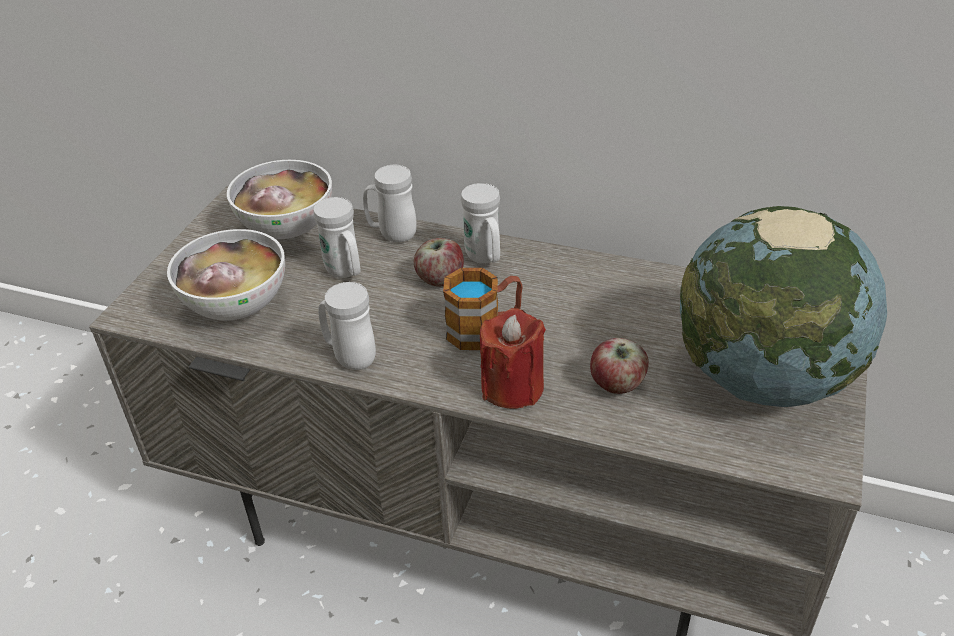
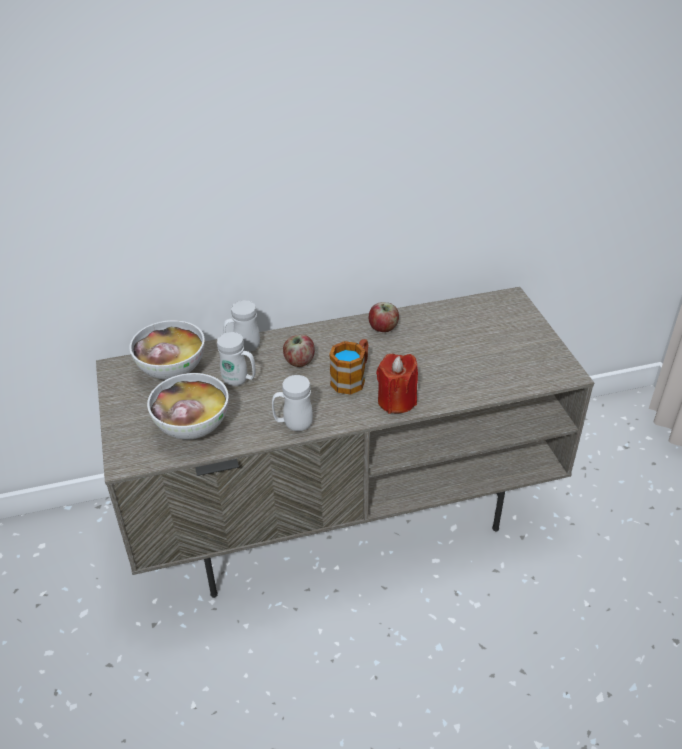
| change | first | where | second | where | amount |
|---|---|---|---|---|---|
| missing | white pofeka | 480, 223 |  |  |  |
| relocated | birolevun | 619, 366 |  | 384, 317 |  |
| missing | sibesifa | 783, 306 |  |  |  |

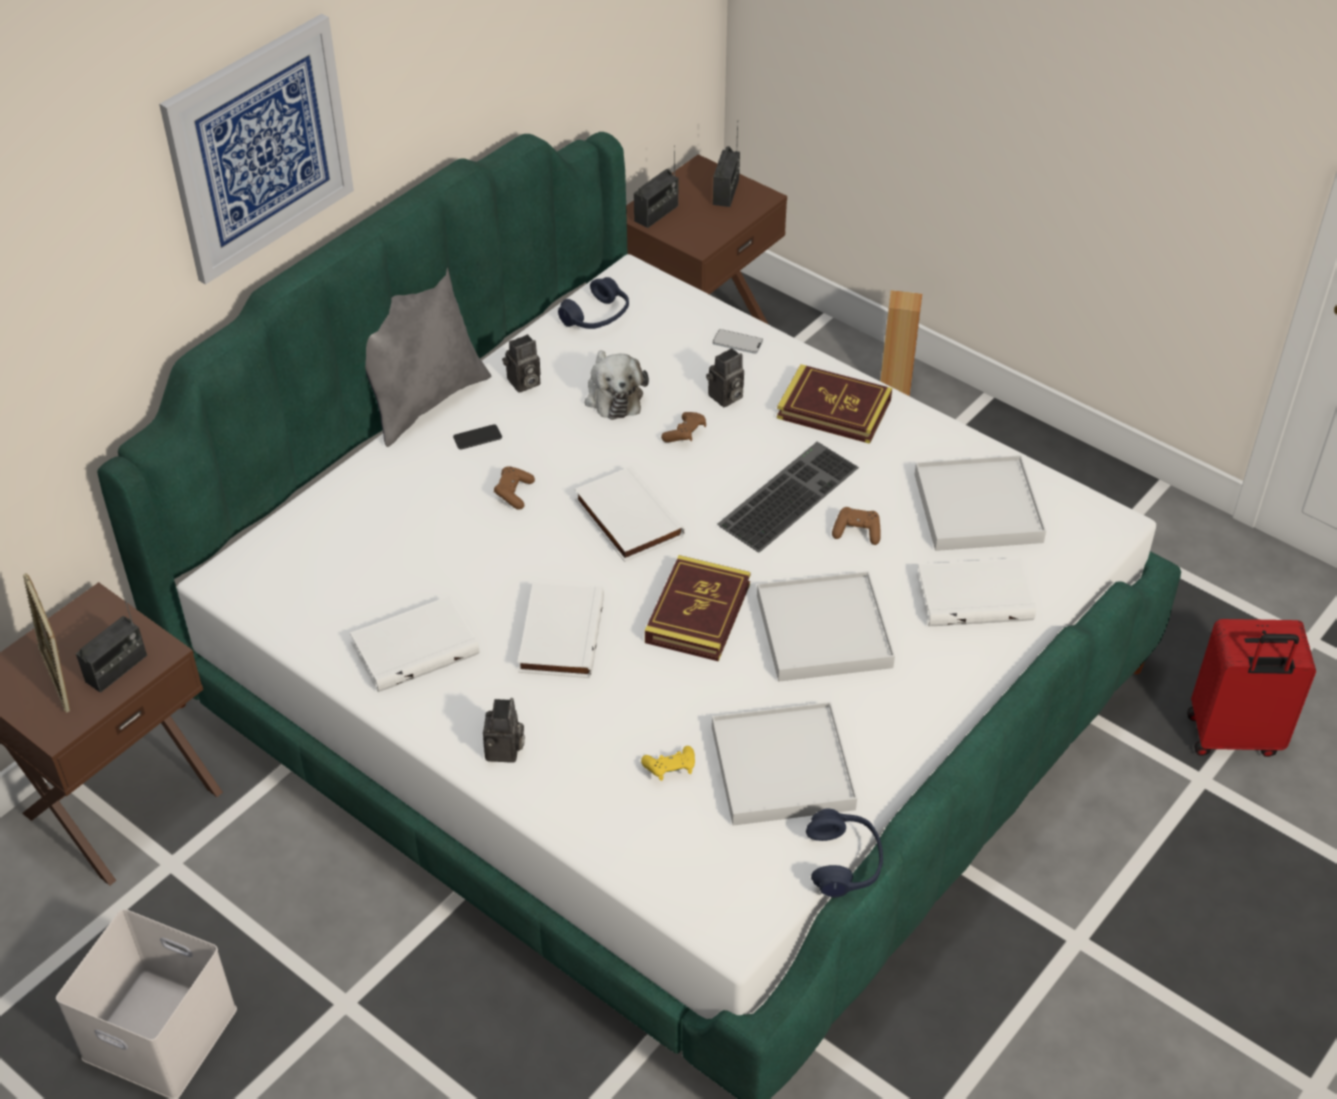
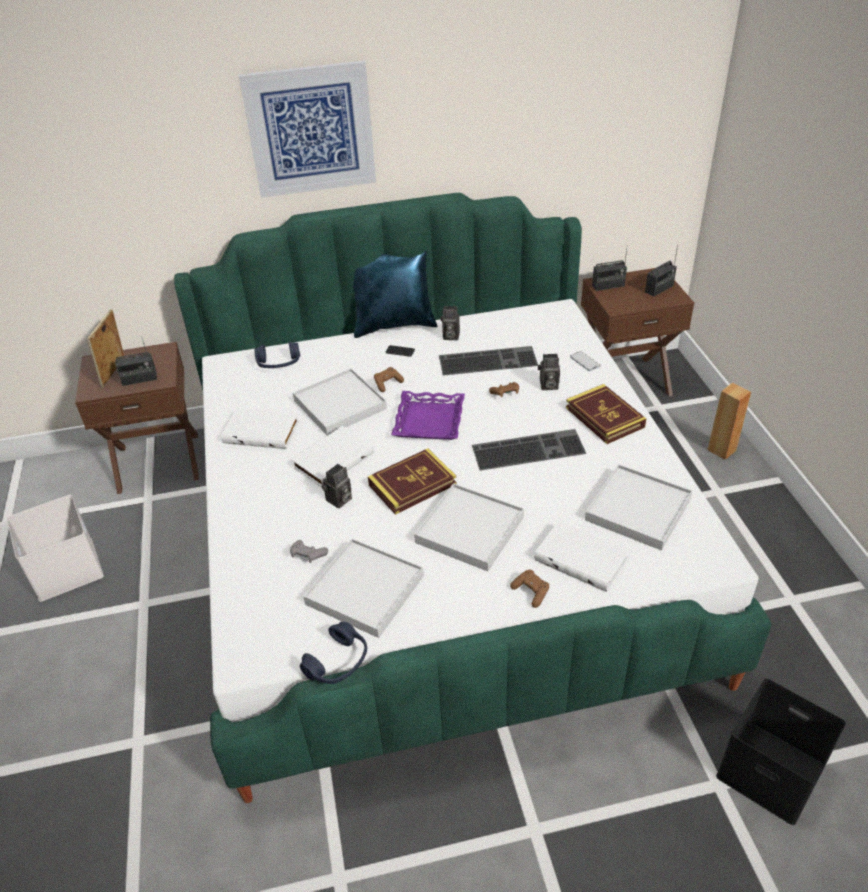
| change | first | where | second | where | amount |
|---|---|---|---|---|---|
| colour | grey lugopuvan | 428, 357 | blue lugopuvan | 395, 294 |  |
| relocated | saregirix | 504, 730 |  | 337, 486 |  |
| relocated | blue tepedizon | 593, 303 |  | 277, 354 |  |
| exchanged | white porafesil | 630, 513 | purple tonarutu | 428, 415 |  |
| exchanged | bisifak | 617, 385 | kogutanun | 488, 361 |  |
| colour | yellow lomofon | 668, 763 | grey lomofon | 309, 551 |  |
| relocated | brown lomofon | 856, 526 |  | 529, 589 |  |
| exchanged | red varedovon | 1251, 688 | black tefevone | 781, 751 |  |
| appeared |  |  | white tonarutu | 340, 402 |  |

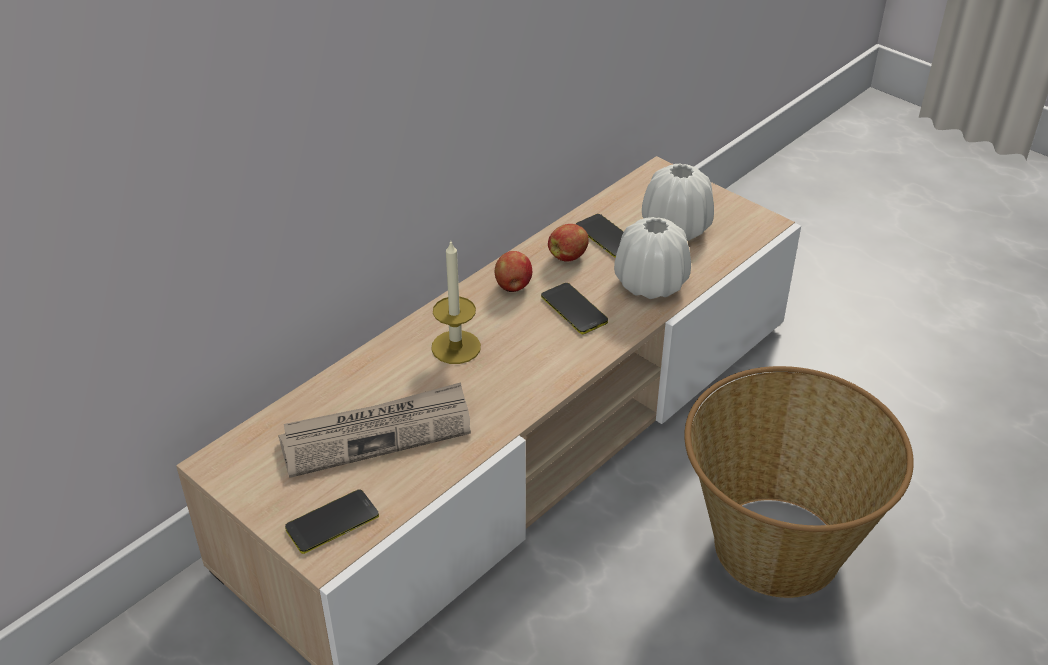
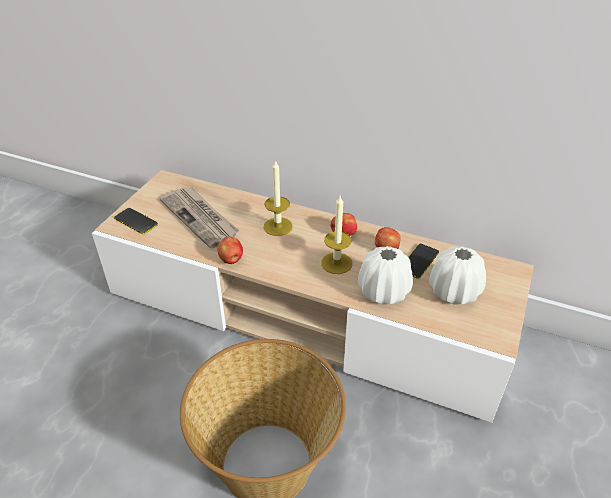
| change | first | where | second | where | amount |
|---|---|---|---|---|---|
| exchanged | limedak | 574, 308 | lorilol | 336, 235 |  |
| appeared |  |  | birolevun | 230, 250 |  |

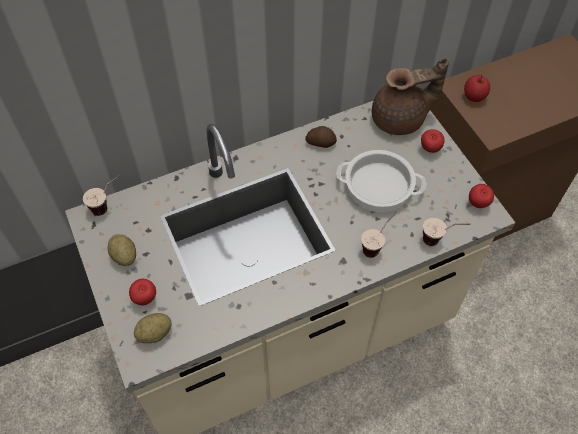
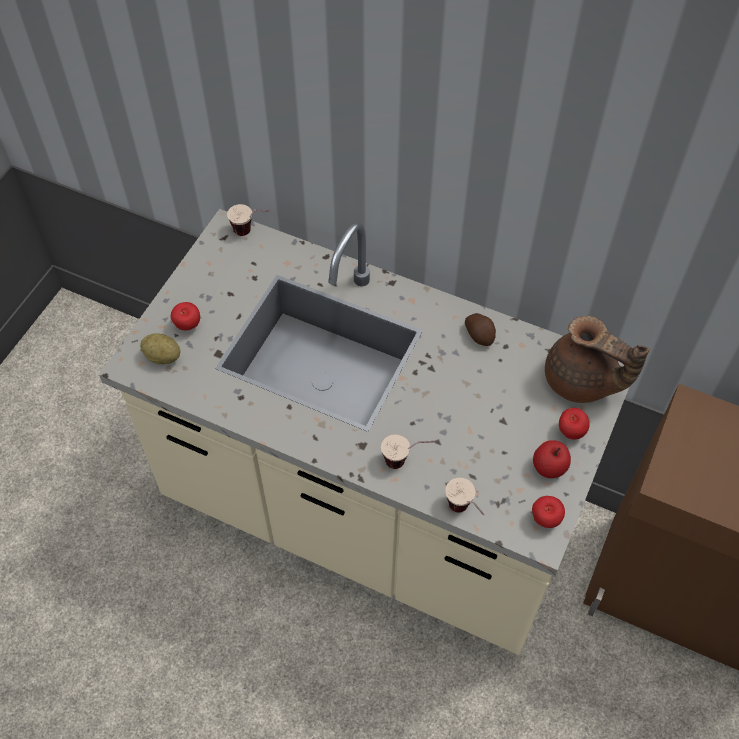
| change | first | where | second | where | amount |
|---|---|---|---|---|---|
| missing | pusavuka | 122, 250 |  |  |  |
| missing | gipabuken | 381, 181 |  |  |  |
| relocated | birolevun | 477, 88 |  | 552, 459 |  |

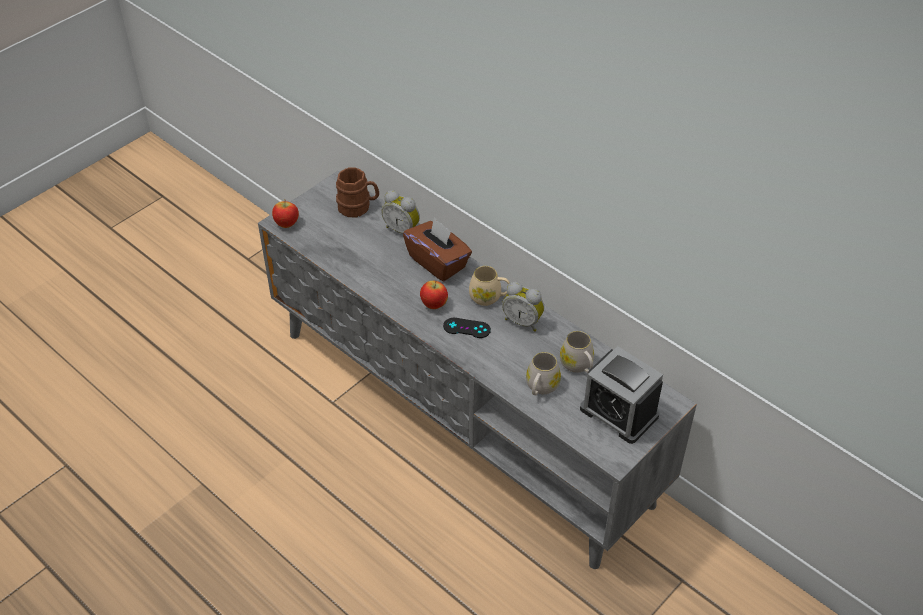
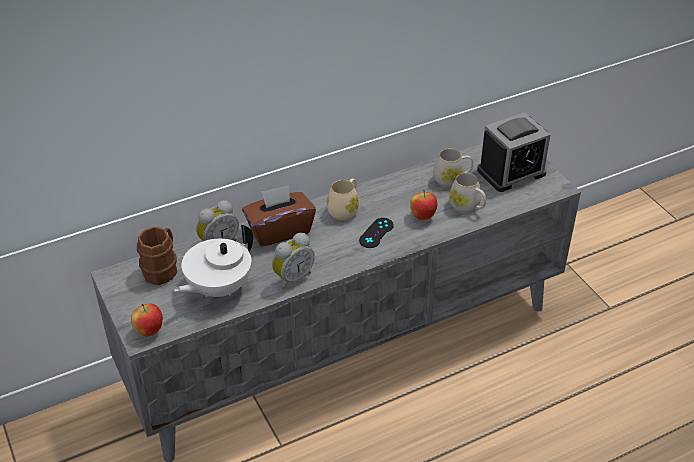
| change | first | where | second | where | amount |
|---|---|---|---|---|---|
| relocated | birolevun | 434, 295 |  | 423, 204 |  |
| relocated | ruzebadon | 523, 307 |  | 293, 261 |  |
| appeared |  |  | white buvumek | 213, 261 |  |

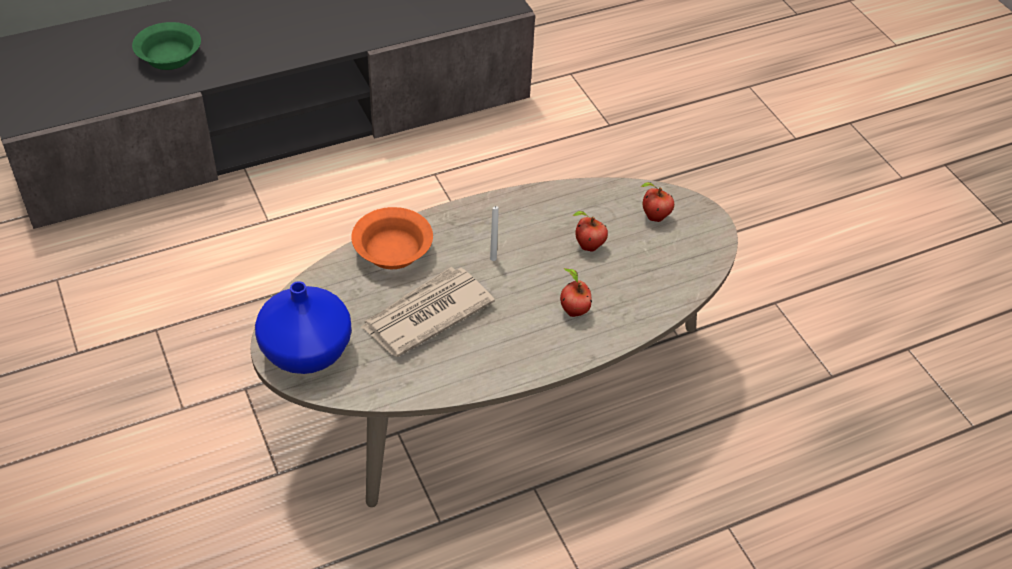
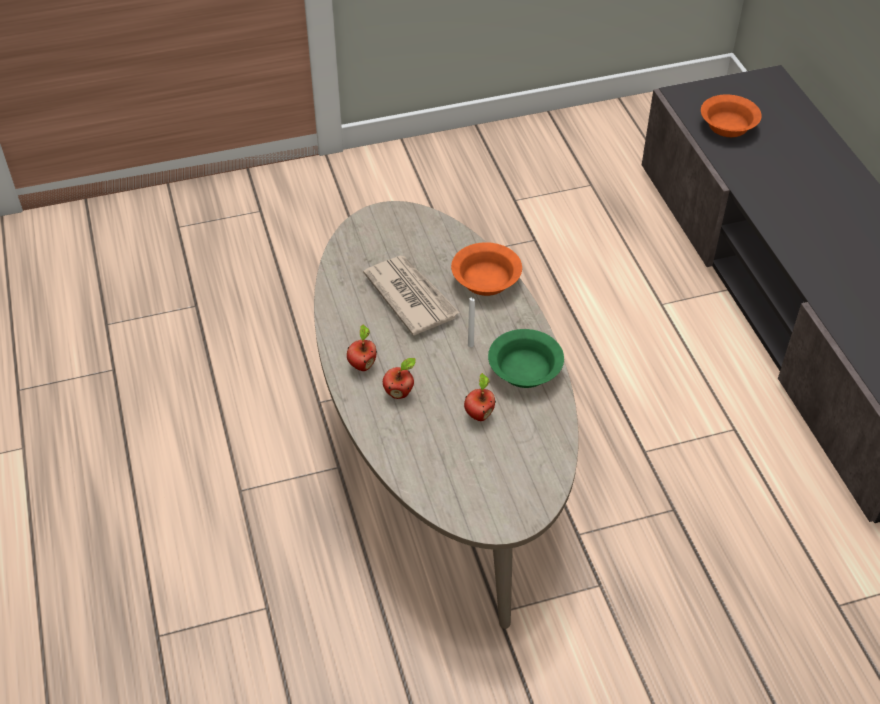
| change | first | where | second | where | amount |
|---|---|---|---|---|---|
| relocated | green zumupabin | 166, 46 |  | 526, 358 |  |
| missing | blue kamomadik | 303, 327 |  |  |  |
| relocated | birolevun | 657, 202 |  | 362, 347 |  |
| appeared |  |  | orange zumupabin | 731, 115 |  |

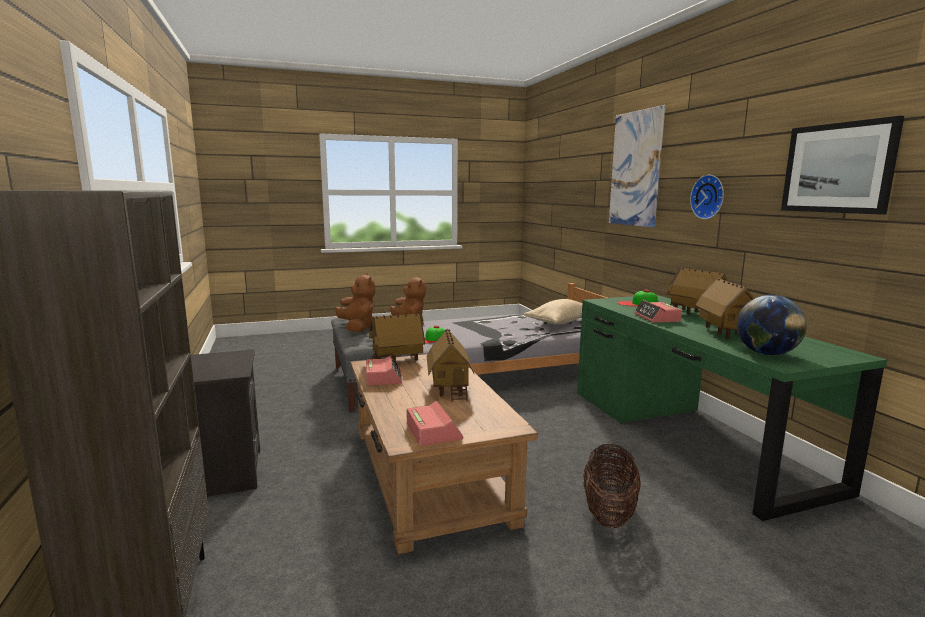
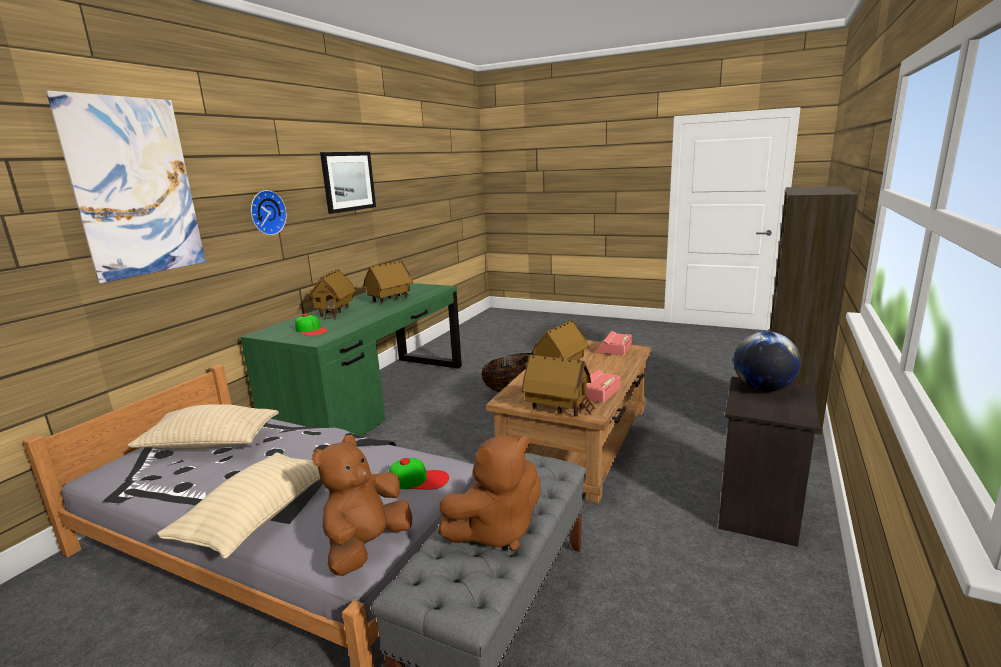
| change | first | where | second | where | amount |
|---|---|---|---|---|---|
| spun | brown bisifak | 355, 302 |  | 489, 493 | 135 degrees counterclockwise |
| missing | ruzebadon | 658, 311 |  |  |  |
| relocated | sibesifa | 772, 325 |  | 767, 361 |  |
| appeared |  |  | beige lugopuvan | 238, 506 |  |

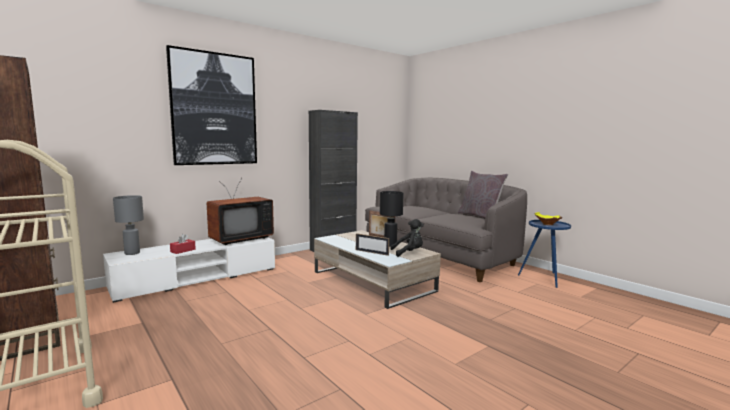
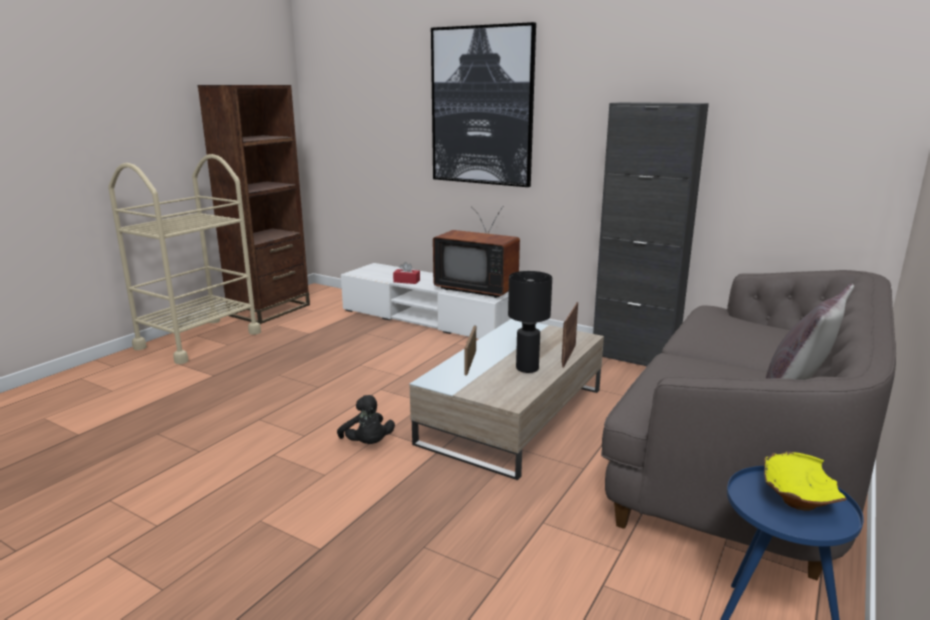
| change | first | where | second | where | amount |
|---|---|---|---|---|---|
| missing | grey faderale | 128, 225 |  |  |  |
| relocated | black bisifak | 407, 238 |  | 366, 419 |  |

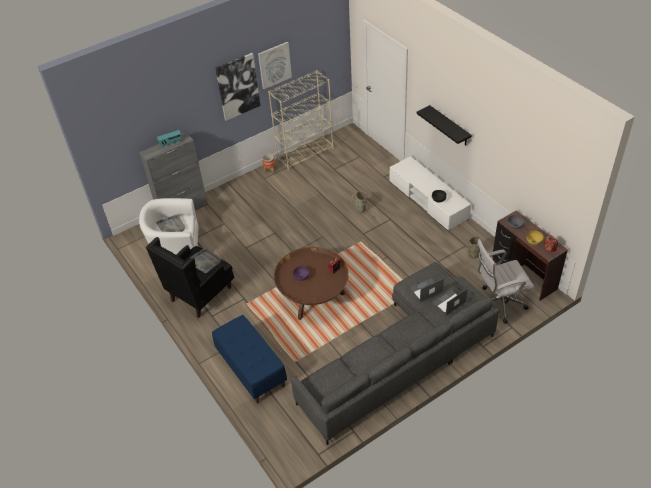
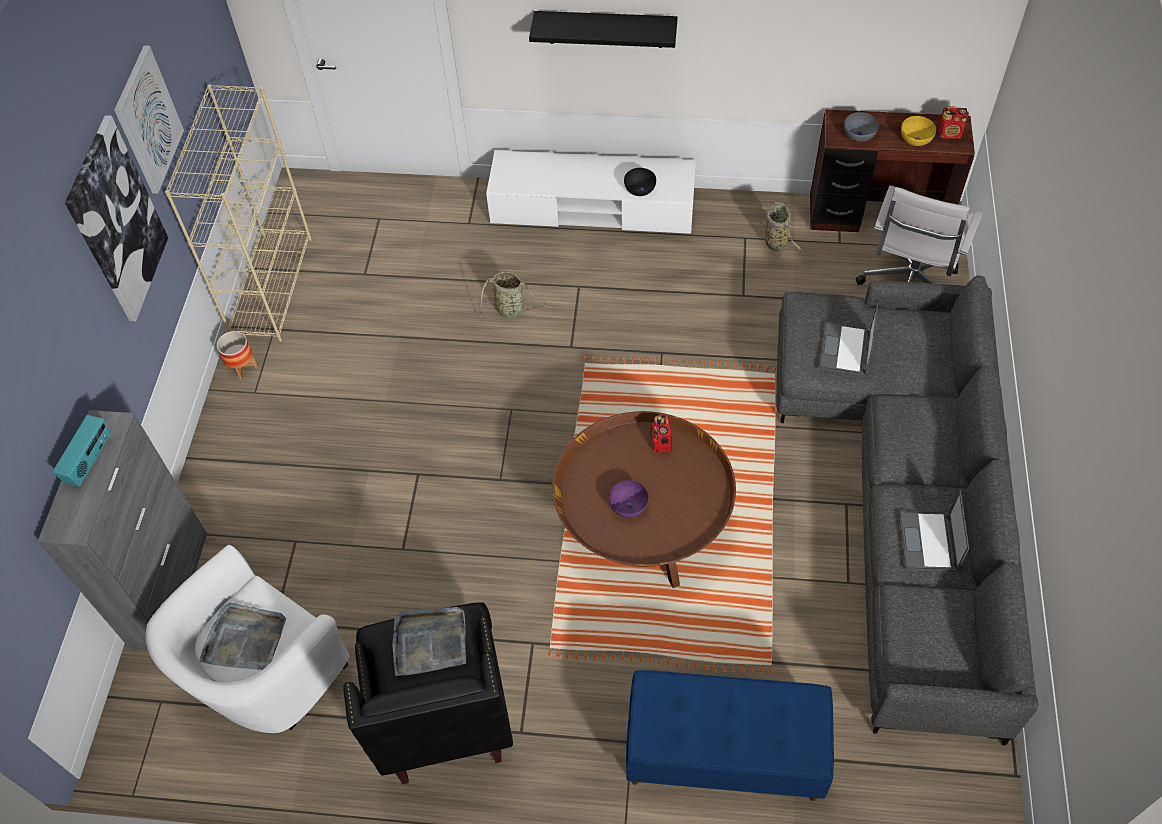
| change | first | where | second | where | amount |
|---|---|---|---|---|---|
| relocated | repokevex | 449, 302 |  | 934, 531 |  |

